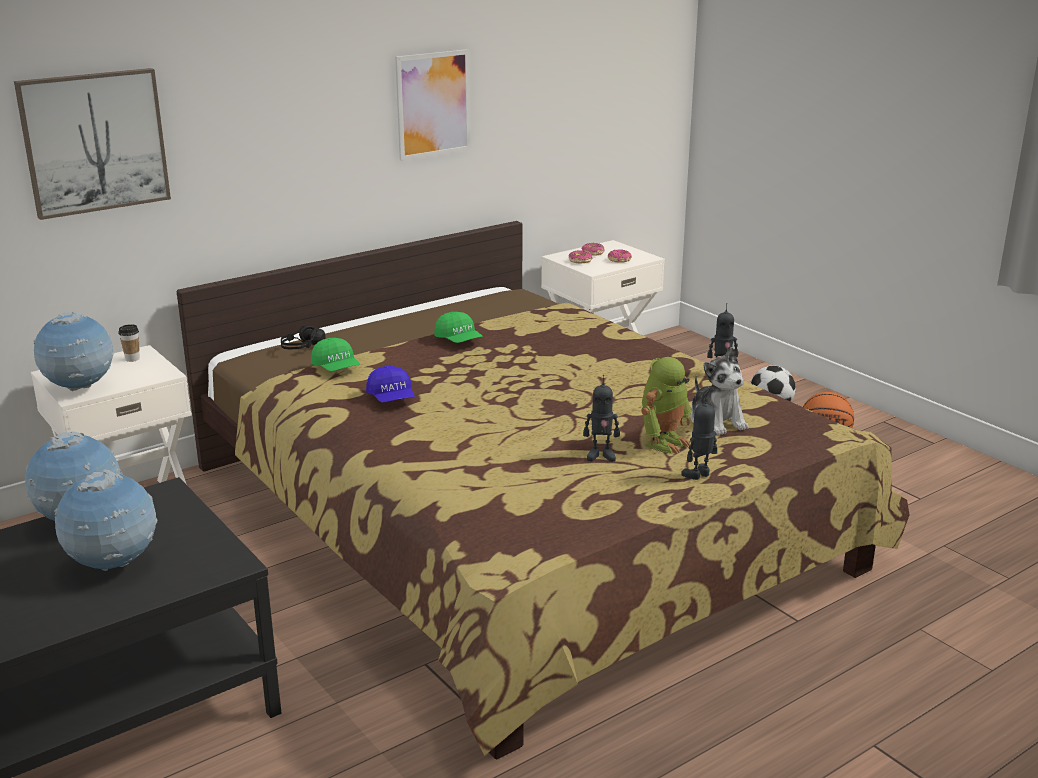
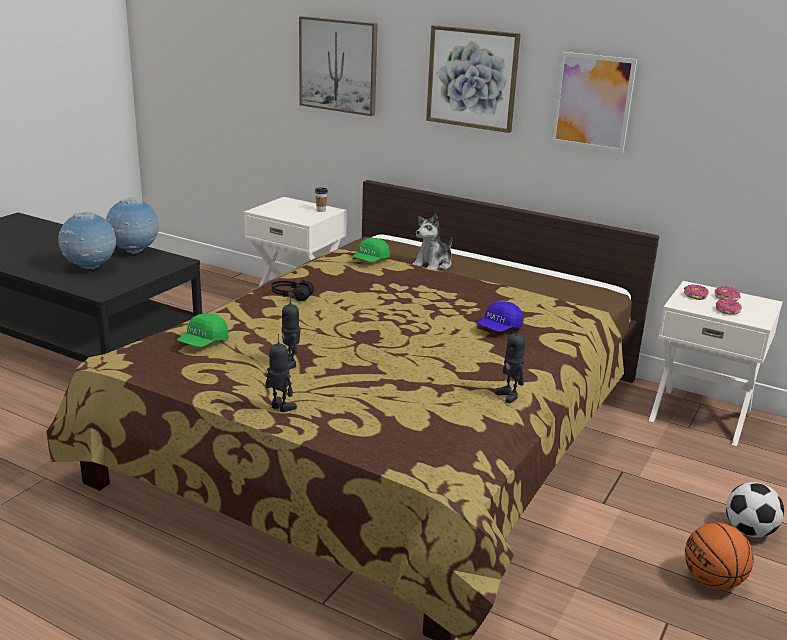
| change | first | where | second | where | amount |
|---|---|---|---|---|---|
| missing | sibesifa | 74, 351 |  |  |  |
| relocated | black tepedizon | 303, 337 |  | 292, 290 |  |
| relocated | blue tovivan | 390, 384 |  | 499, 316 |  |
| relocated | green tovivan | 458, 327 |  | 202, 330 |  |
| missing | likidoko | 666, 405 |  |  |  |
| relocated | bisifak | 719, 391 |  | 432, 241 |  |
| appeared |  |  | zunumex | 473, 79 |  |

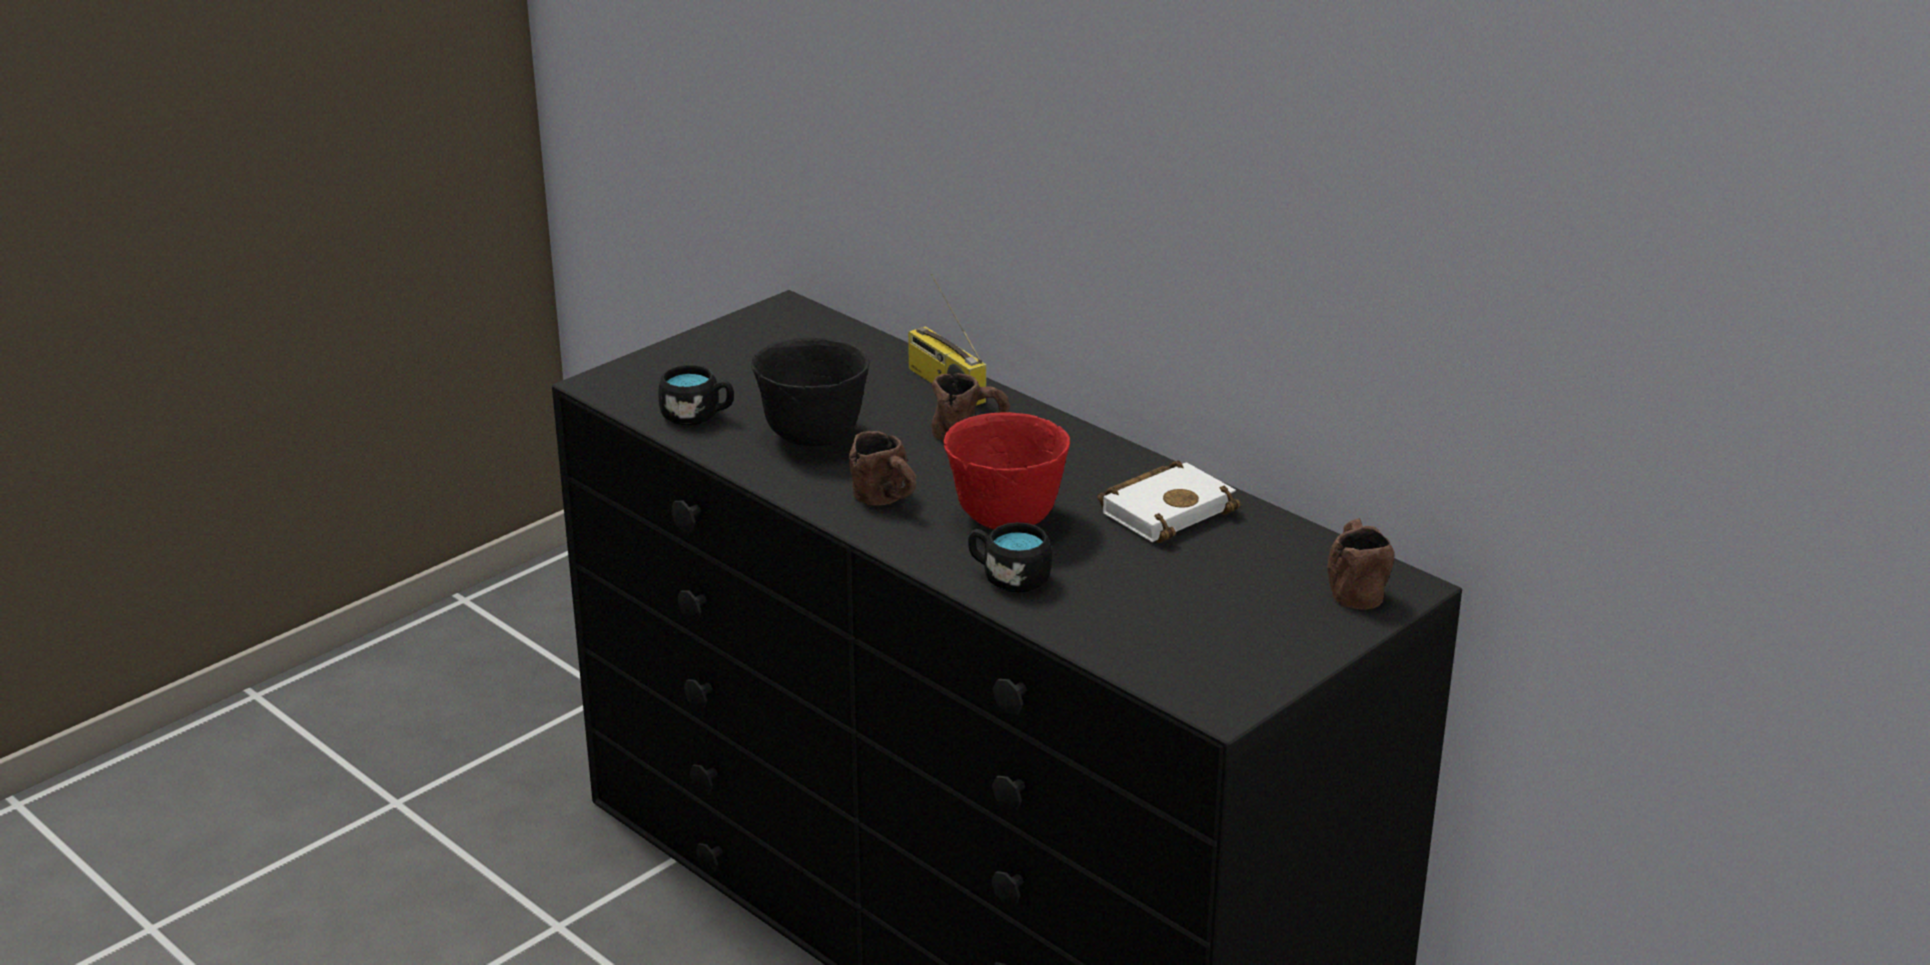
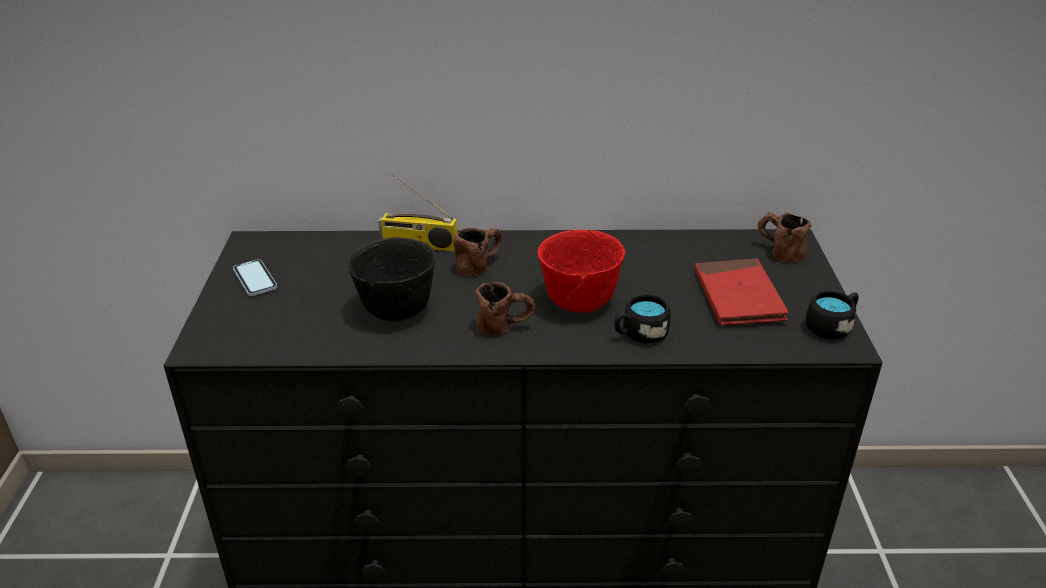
| change | first | where | second | where | amount |
|---|---|---|---|---|---|
| relocated | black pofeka | 696, 395 |  | 832, 315 |  |
| missing | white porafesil | 1169, 501 |  |  |  |
| appeared |  |  | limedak | 255, 277 |  |
| appeared |  |  | red porafesil | 742, 292 |  |

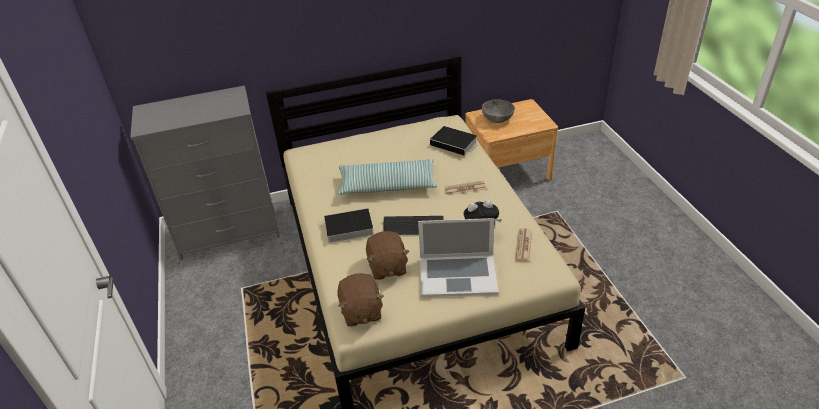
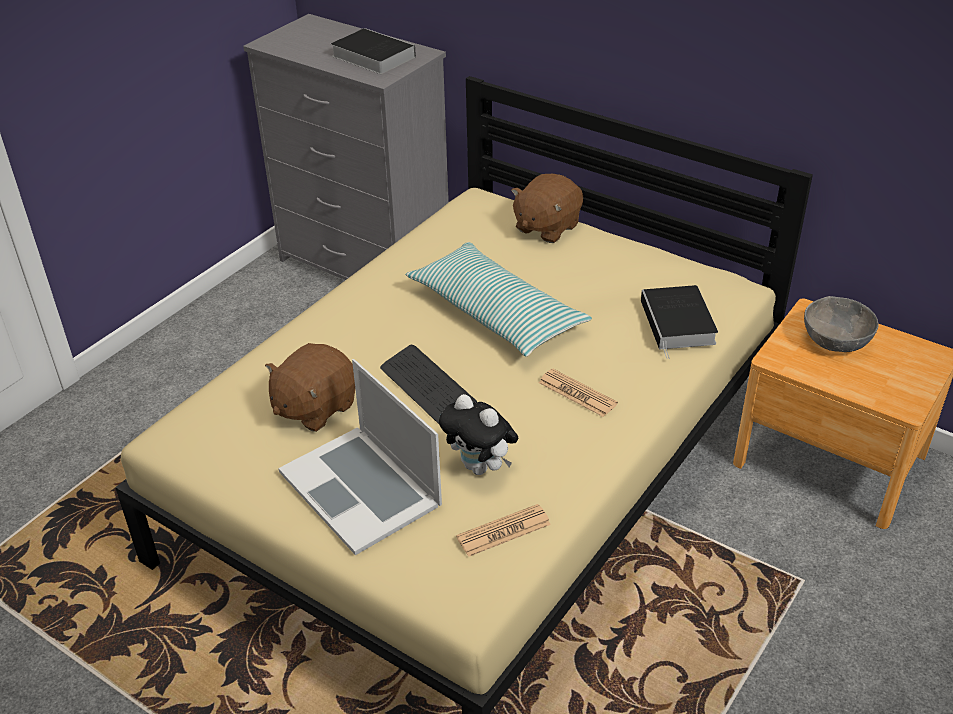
| change | first | where | second | where | amount |
|---|---|---|---|---|---|
| relocated | porafesil | 346, 225 |  | 373, 51 |  |
| relocated | brown bisifak | 360, 300 |  | 547, 208 |  |

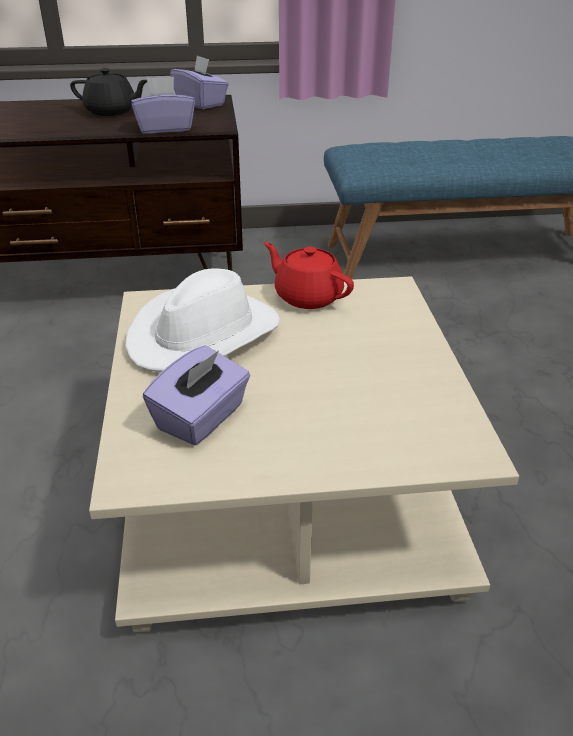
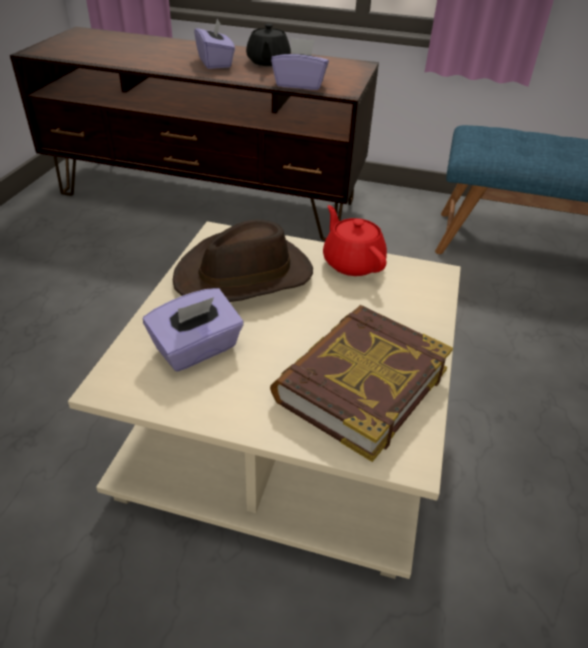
| change | first | where | second | where | amount |
|---|---|---|---|---|---|
| spun | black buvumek | 108, 92 |  | 268, 45 | 60 degrees clockwise |
| colour | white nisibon | 202, 320 | brown nisibon | 243, 260 |  |
| relocated | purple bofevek | 199, 82 |  | 214, 44 |  |
| appeared |  |  | porafesil | 361, 383 |  |

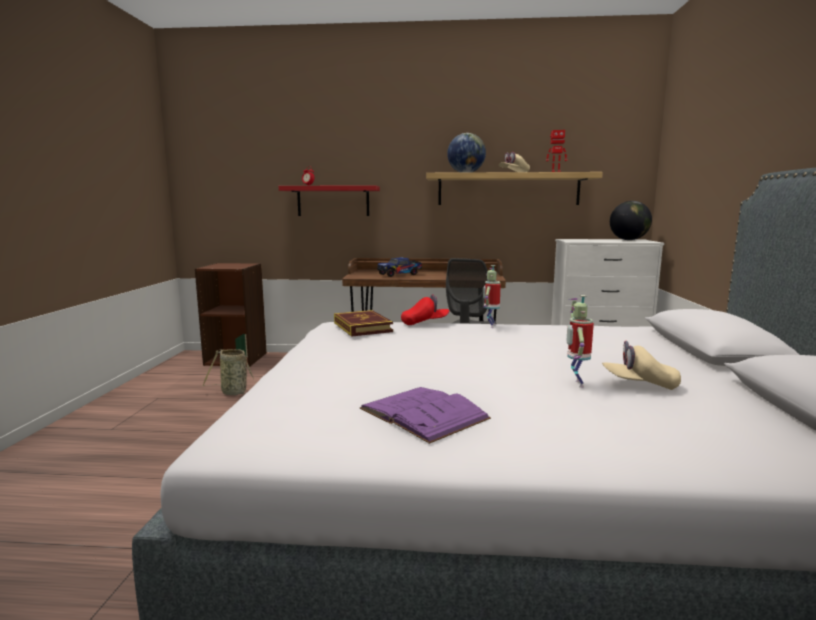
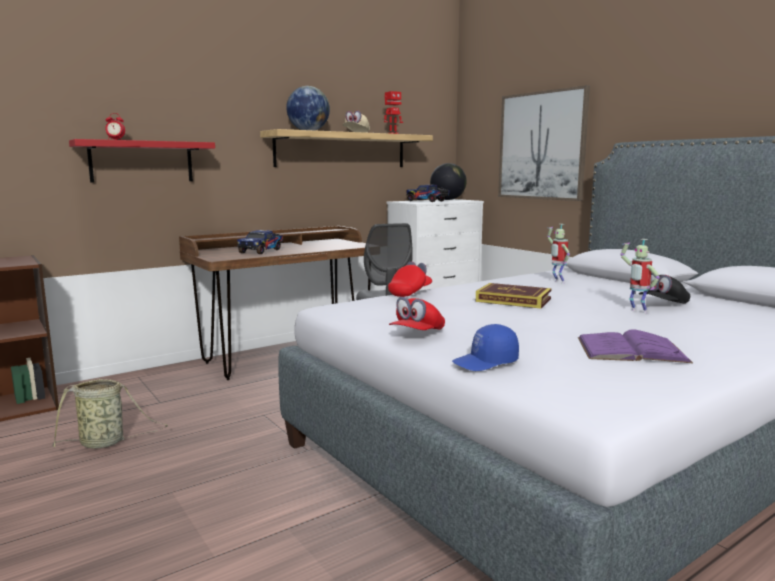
| change | first | where | second | where | amount |
|---|---|---|---|---|---|
| relocated | porafesil | 363, 323 |  | 514, 296 |  |
| relocated | likidoko | 492, 296 |  | 558, 254 |  |
| colour | beige tovivan | 641, 365 | black tovivan | 664, 288 |  |
| appeared |  |  | red tovivan | 417, 313 |  |
| appeared |  |  | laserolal | 428, 193 |  |
| appeared |  |  | blue tovivan | 485, 347 |  |
| appeared |  |  | zunumex | 544, 143 |  |

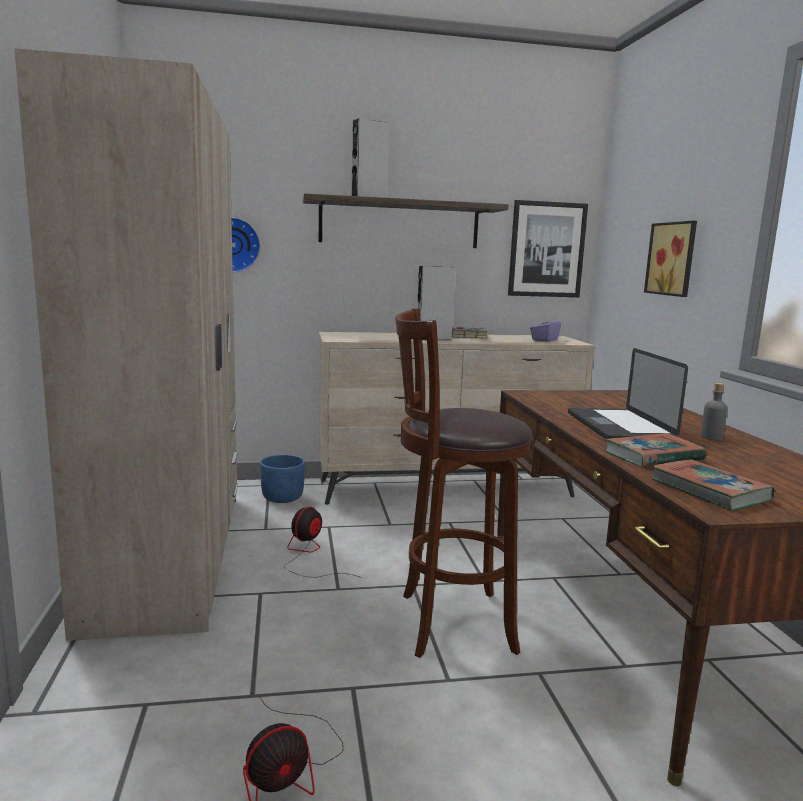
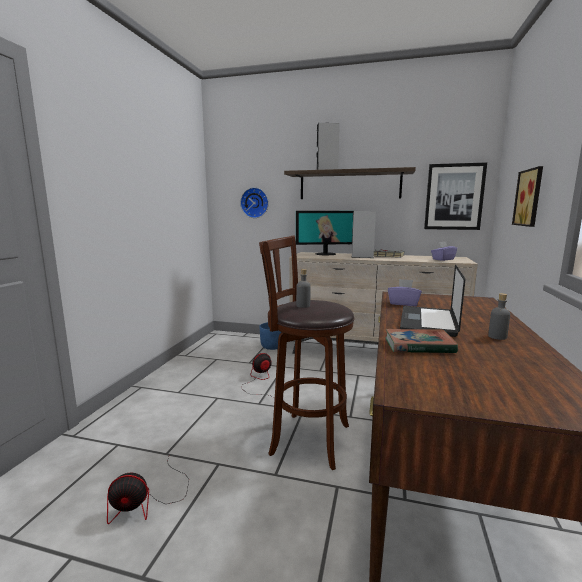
| change | first | where | second | where | amount |
|---|---|---|---|---|---|
| missing | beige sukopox | 126, 344 |  |  |  |
| missing | porafesil | 713, 485 |  |  |  |
| appeared |  |  | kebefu | 324, 233 |  |
| appeared |  |  | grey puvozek | 303, 288 |  |
| appeared |  |  | purple bofevek | 405, 292 |  |

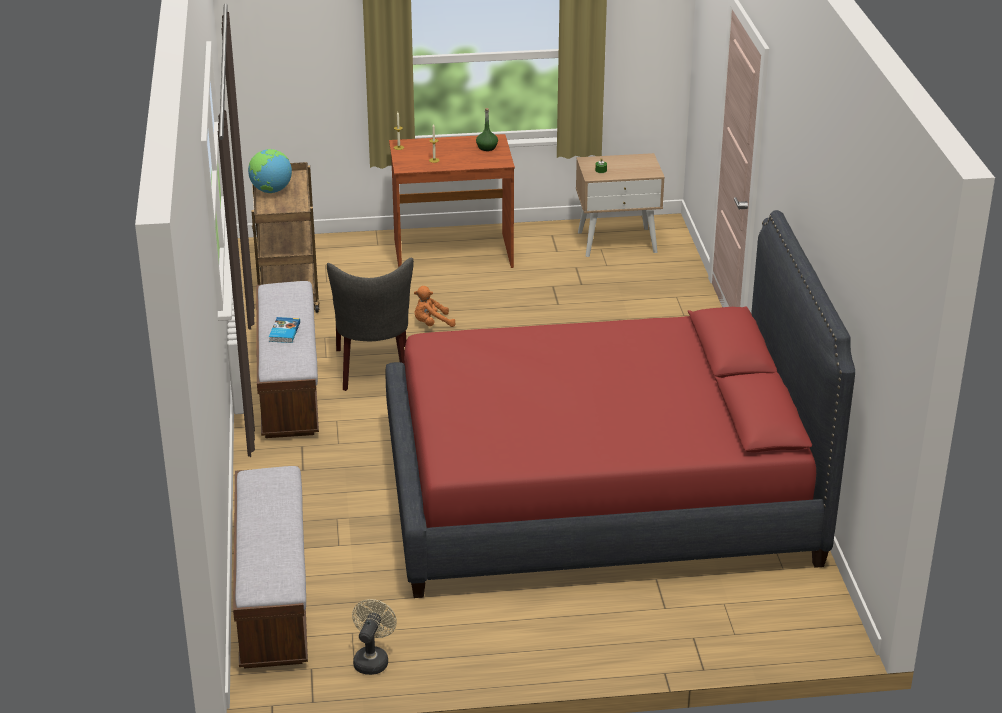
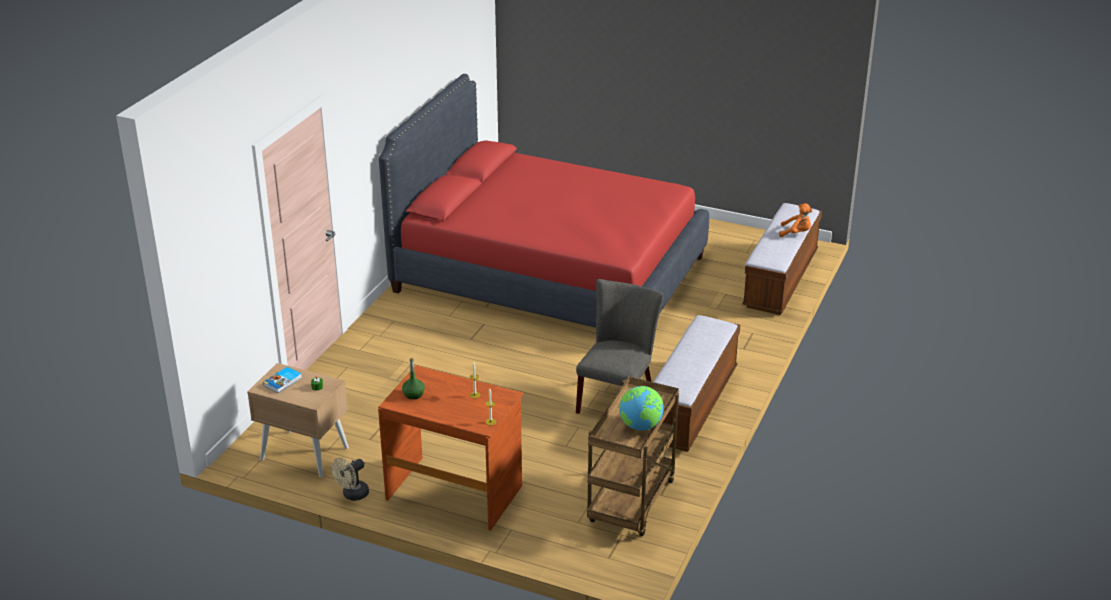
| change | first | where | second | where | amount |
|---|---|---|---|---|---|
| relocated | porafesil | 284, 330 |  | 282, 380 |  |
| relocated | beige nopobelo | 374, 637 |  | 350, 479 |  |
| relocated | orange bisifak | 435, 306 |  | 795, 220 |  |

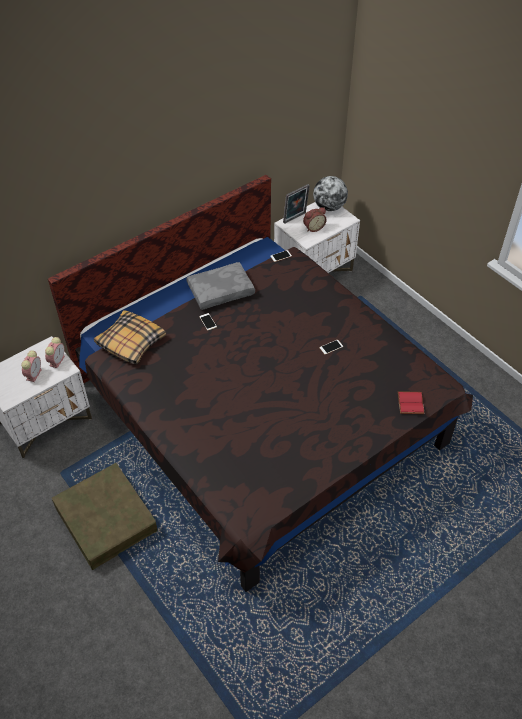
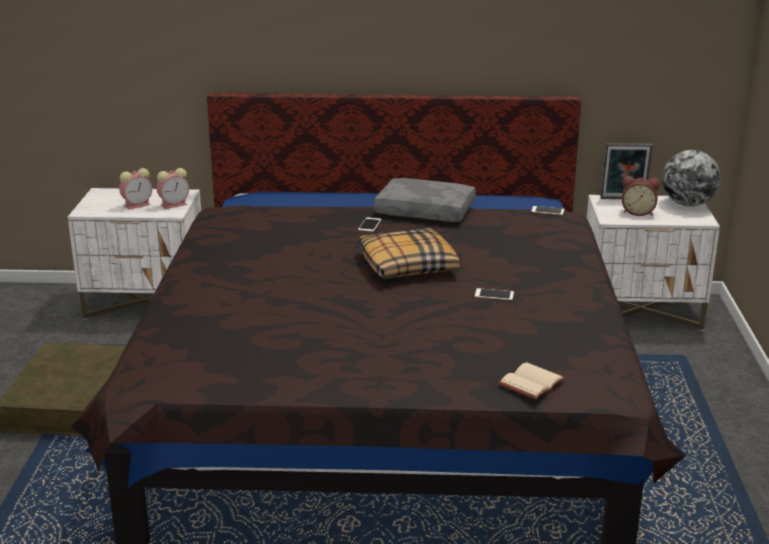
| change | first | where | second | where | amount |
|---|---|---|---|---|---|
| relocated | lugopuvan | 130, 337 |  | 409, 253 |  |
| colour | red porafesil | 411, 403 | beige porafesil | 531, 381 |  |

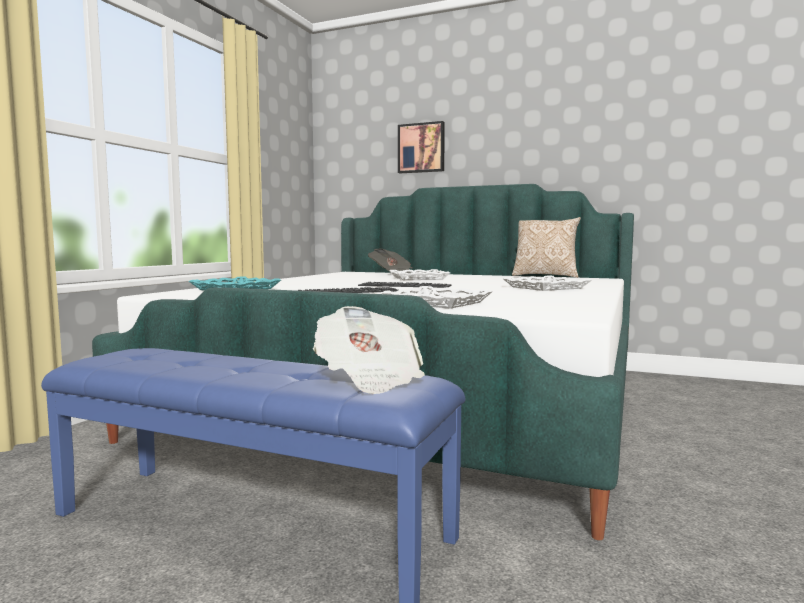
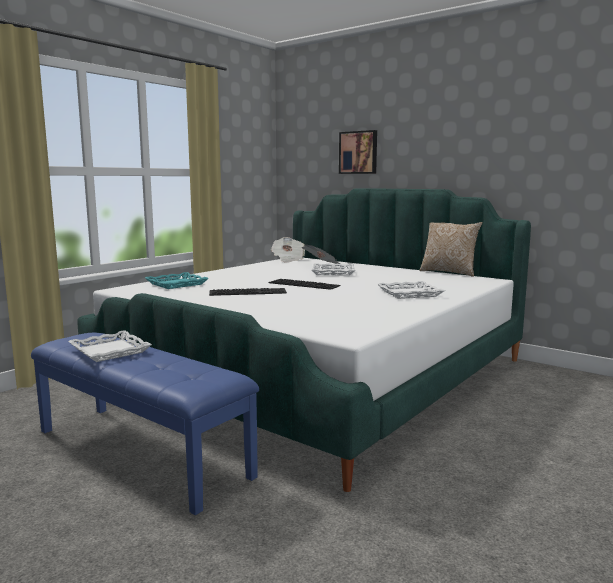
| change | first | where | second | where | amount |
|---|---|---|---|---|---|
| relocated | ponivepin | 369, 350 |  | 288, 250 |  |
| relocated | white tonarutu | 437, 297 |  | 110, 346 |  |

